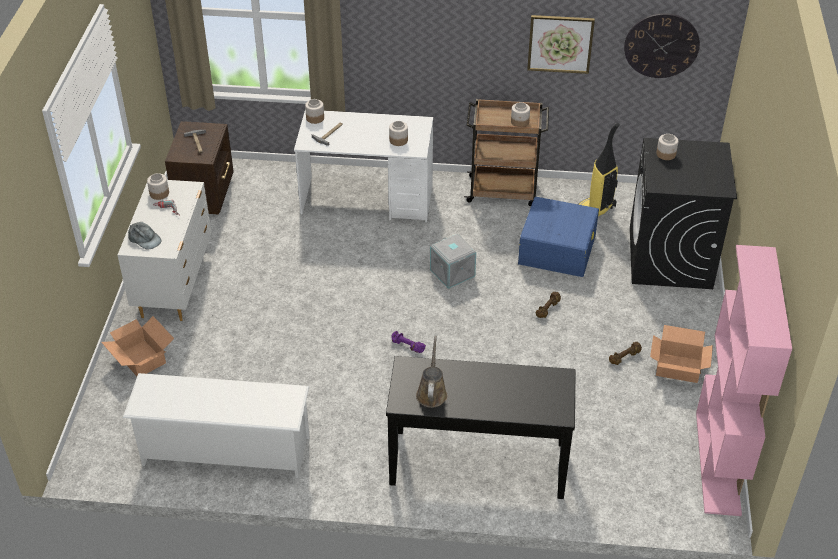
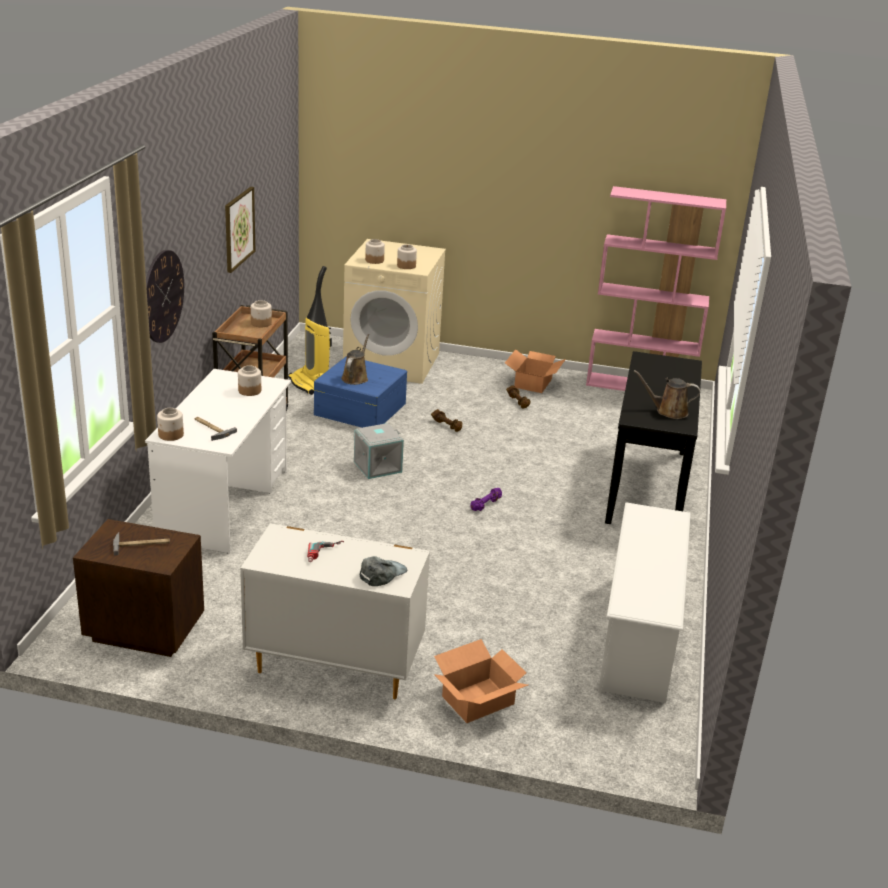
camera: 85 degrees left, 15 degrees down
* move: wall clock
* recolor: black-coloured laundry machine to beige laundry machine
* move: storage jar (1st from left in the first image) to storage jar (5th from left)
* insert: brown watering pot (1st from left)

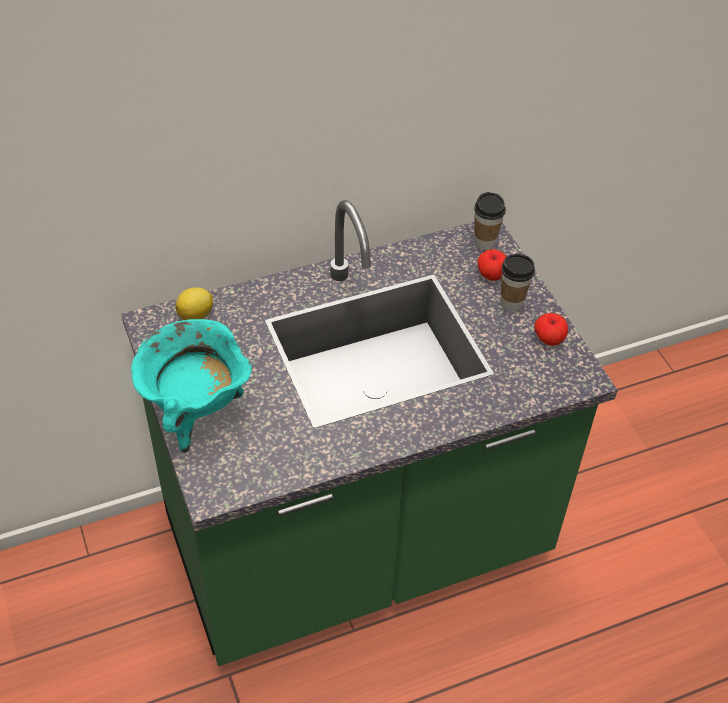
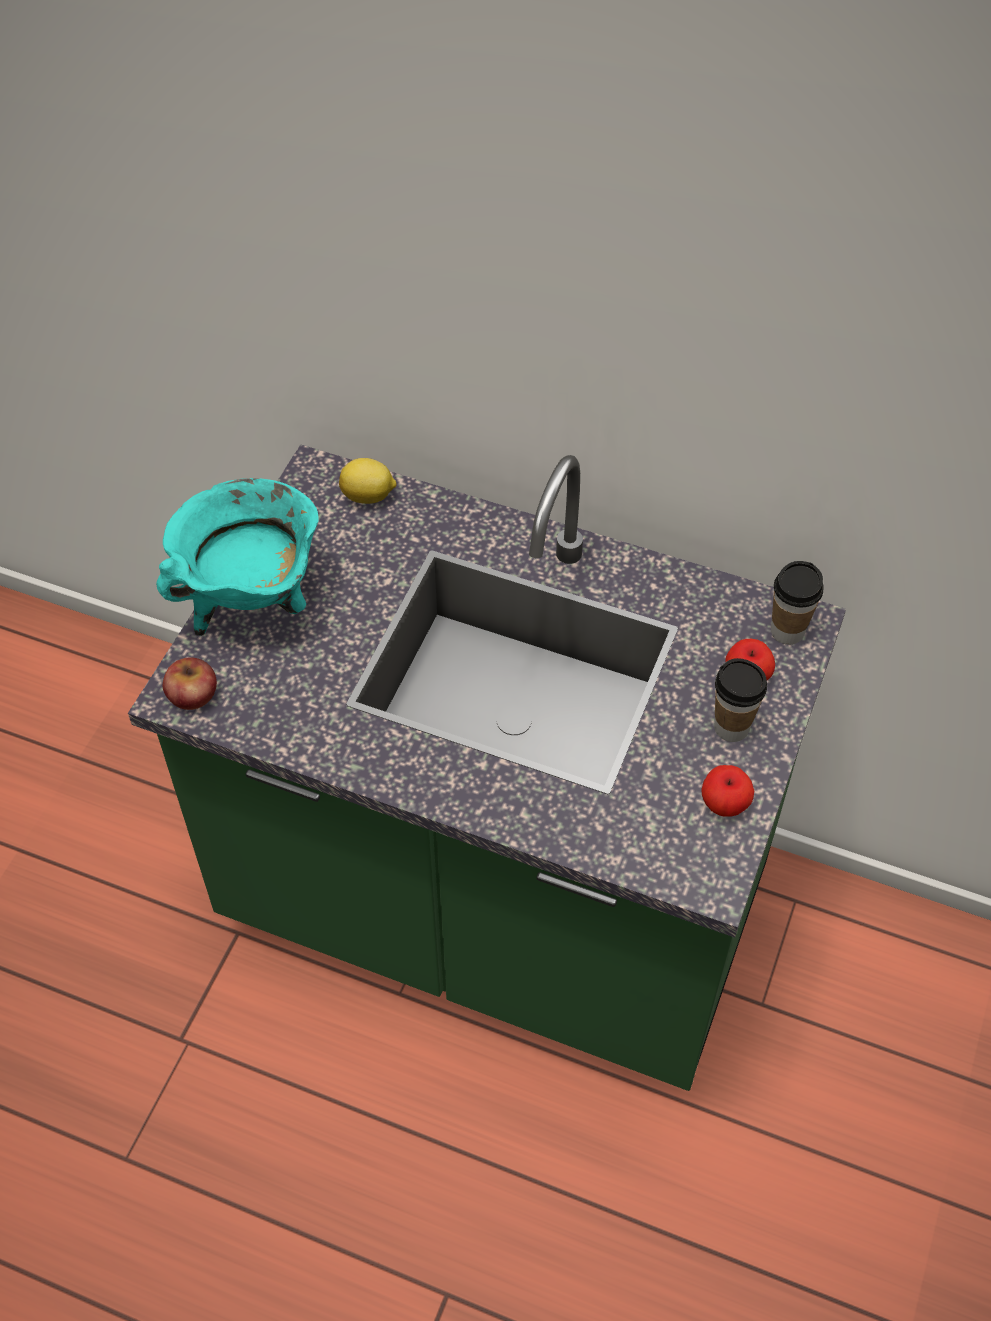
camera: 45 degrees right, 5 degrees up
* insert: apple (1st from left)

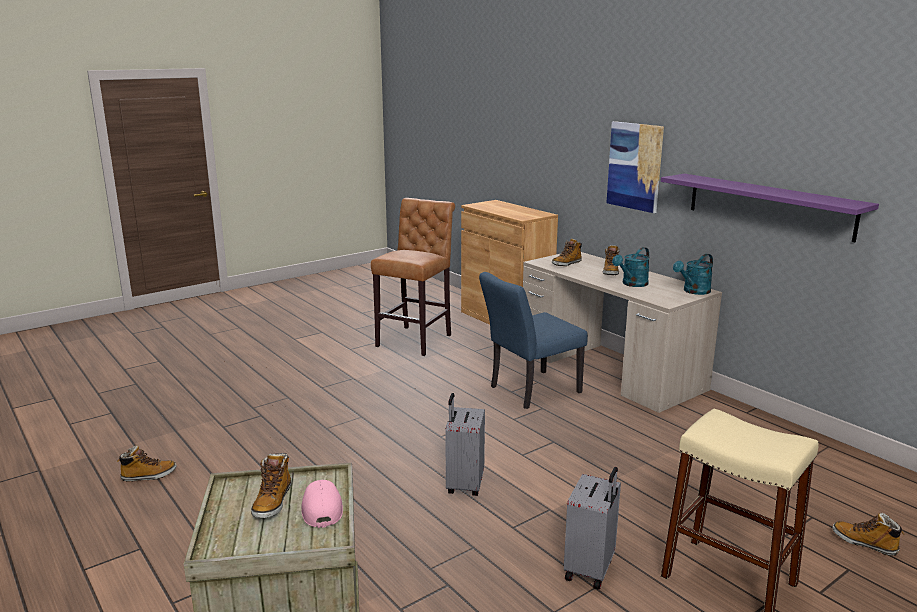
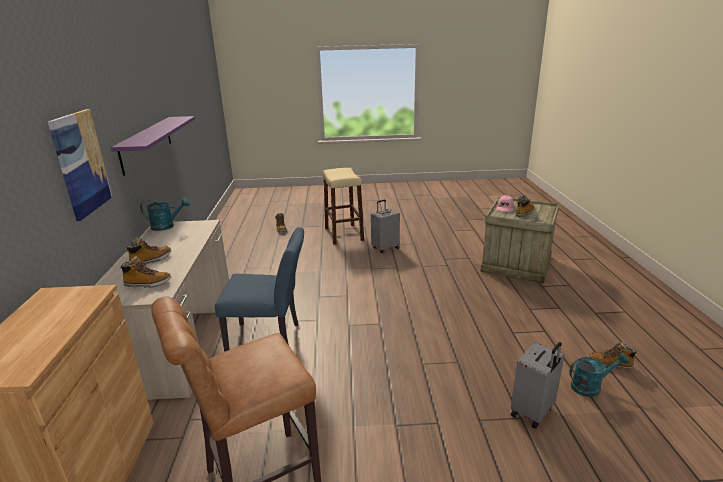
camera: 145 degrees left, 5 degrees up
* move: turquoise-coloured watering pot (1st from left in the first image) to turquoise-coloured watering pot (2nd from left)
* move: gray travel case (1st from left in the first image) to gray travel case (2nd from left)

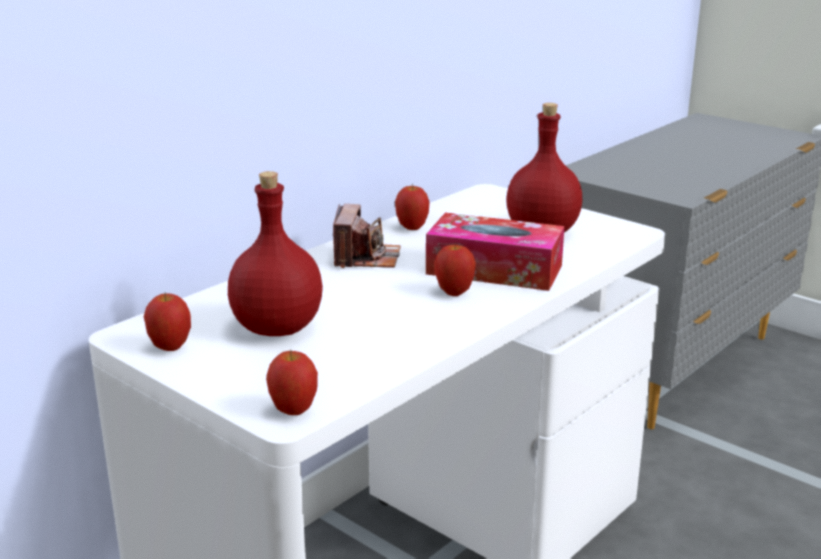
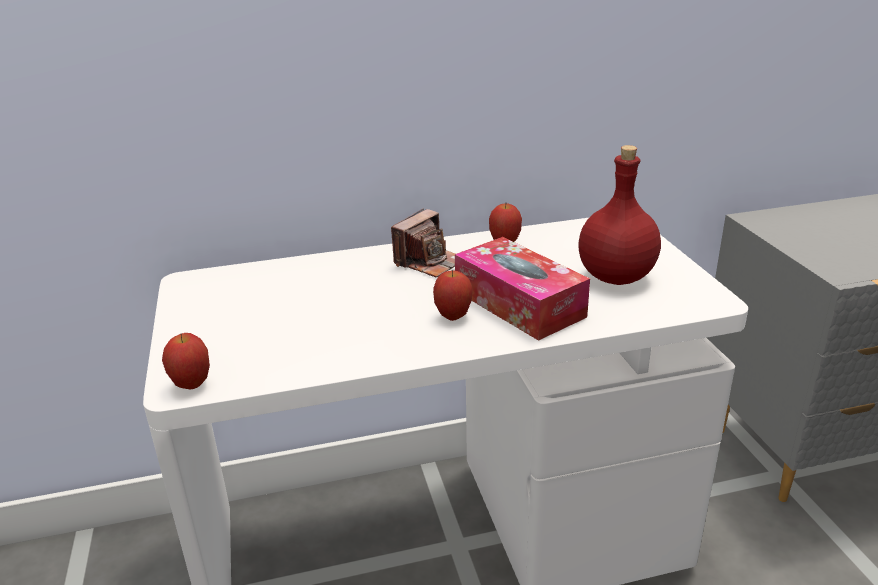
camera: 35 degrees right, 5 degrees up
* delete: red-coloured drink bottle (1st from left)
* delete: apple (1st from left)

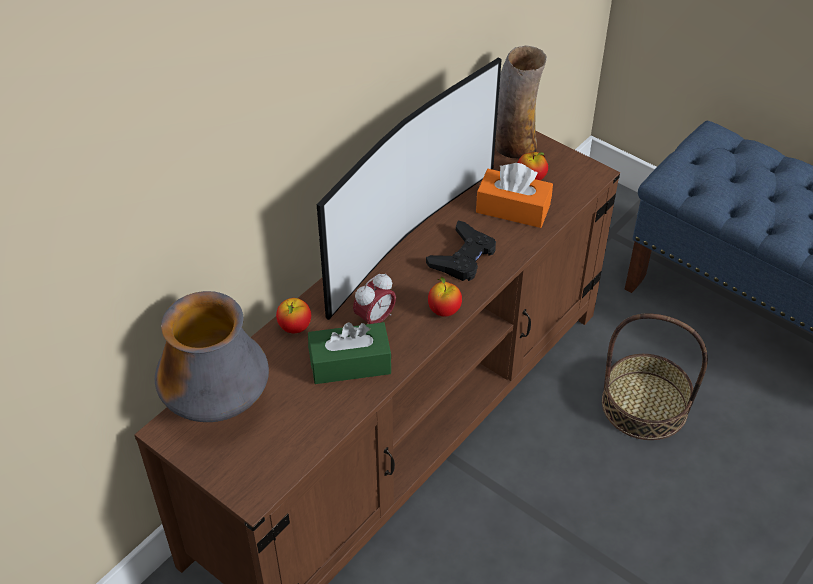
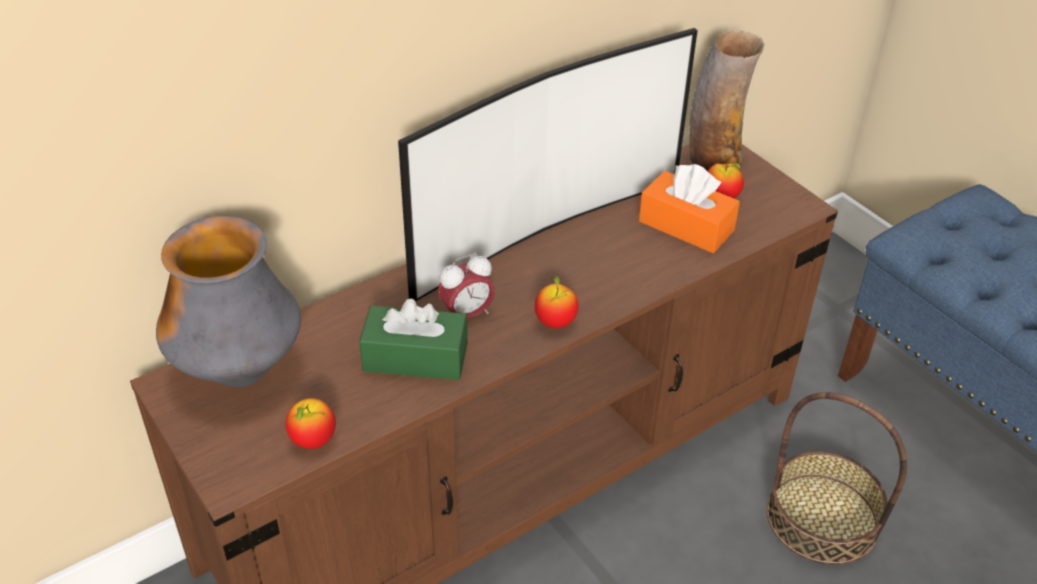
camera: 15 degrees right, 5 degrees down
* delete: black-coloured game controller
* move: apple (1st from left)

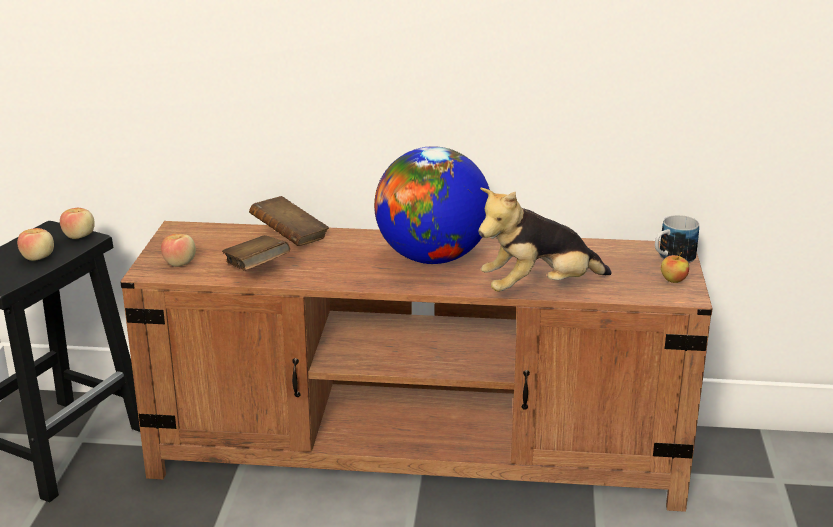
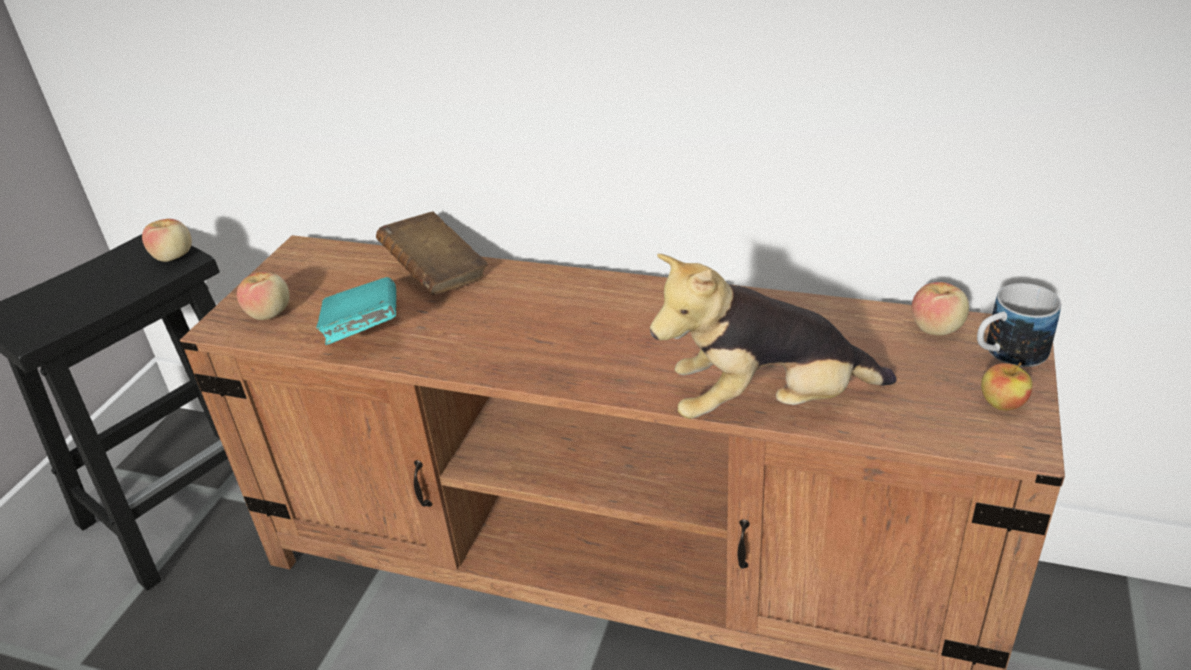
camera: 15 degrees right, 10 degrees up
* delete: world globe
* move: apple (1st from left in the first image) to apple (3rd from left)
* recolor: brown book (1st from left) to turquoise-coloured book

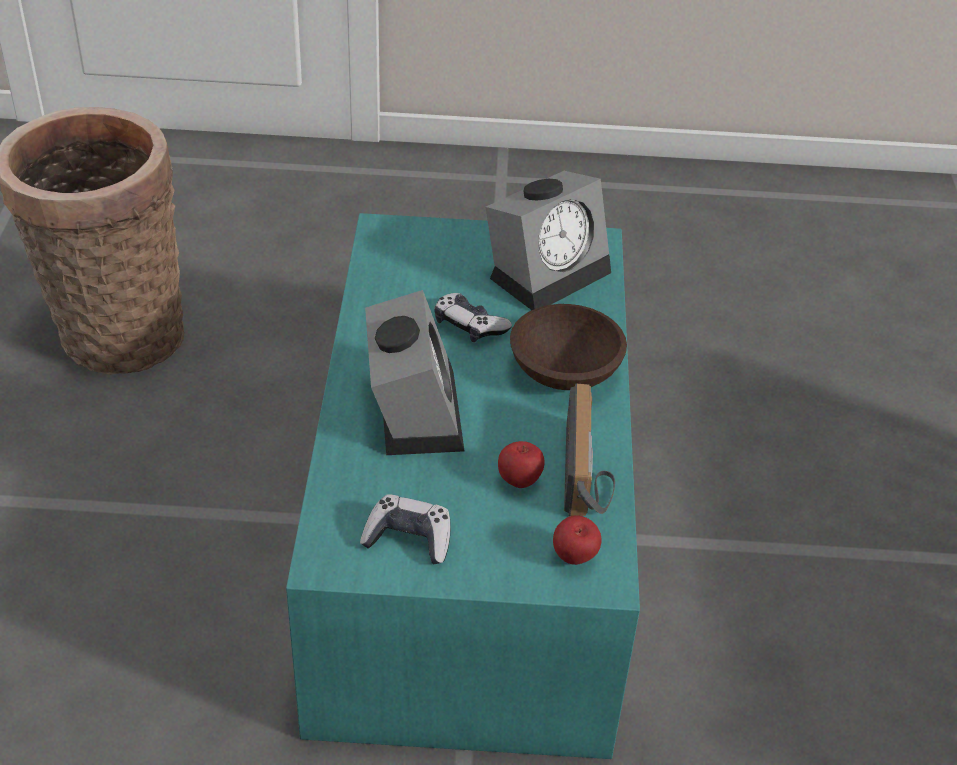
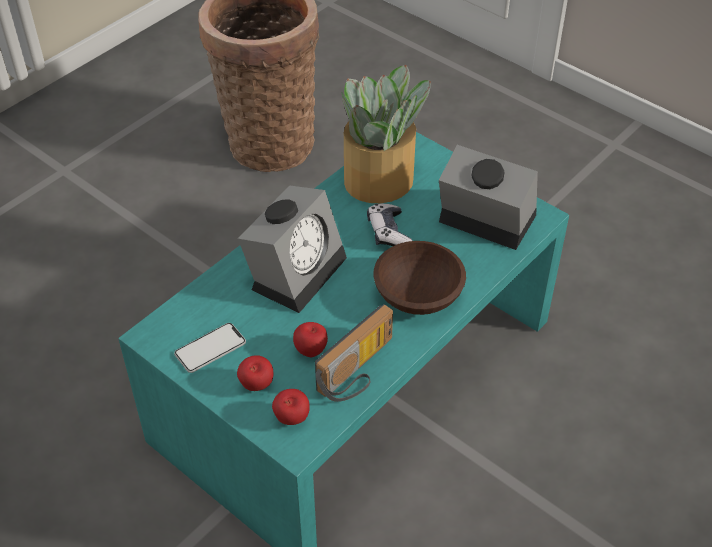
camera: 40 degrees right, 5 degrees up
* rotate: table clock (2nd from left) 150 degrees counterclockwise
* replace: game controller (1st from left) to handset
* insert: potted plant
* insert: apple (1st from left)

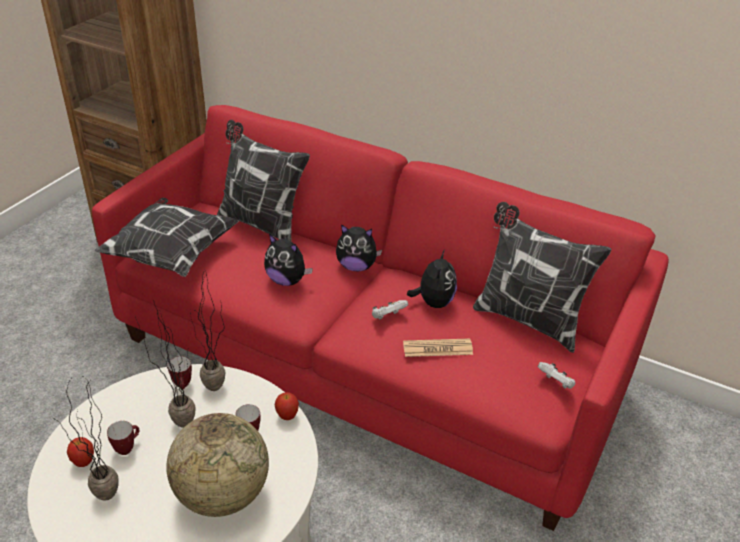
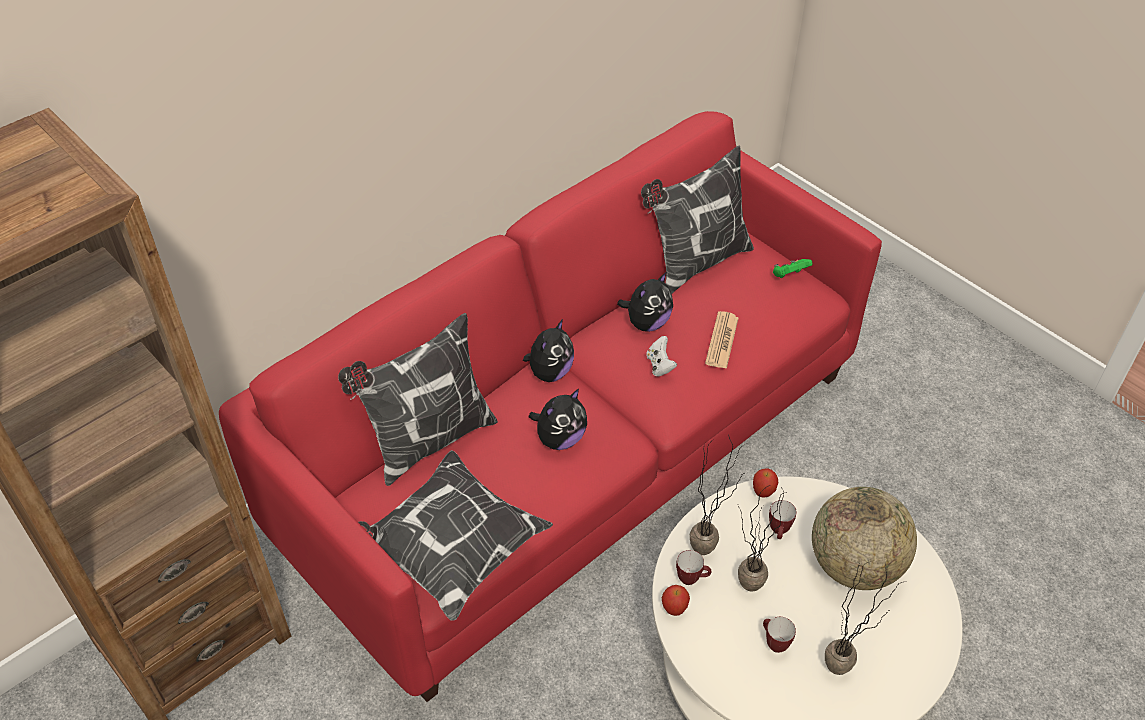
camera: 70 degrees left, 10 degrees up
* rotate: soft toy (3rd from left) 105 degrees clockwise
* recolor: whitish game controller (2nd from left) to greenish game controller
* move: apple (1st from left)

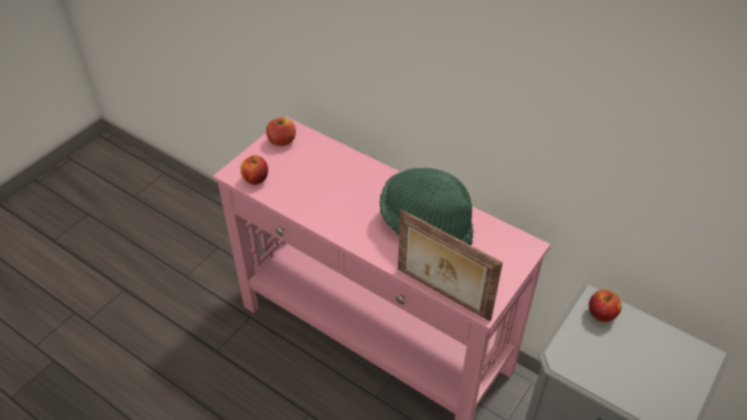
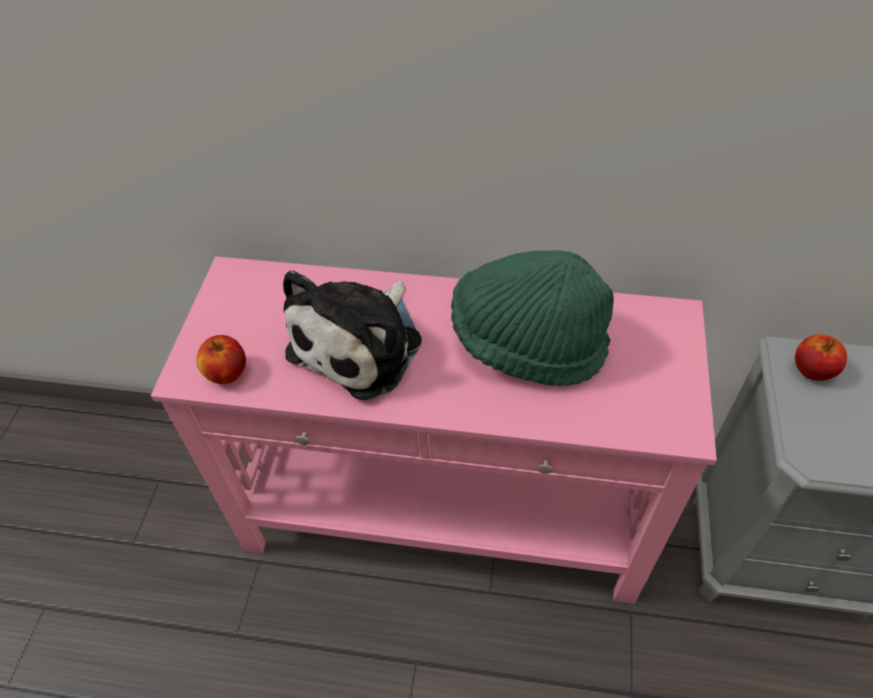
camera: 25 degrees left, 5 degrees up
* delete: apple (2nd from left)
* delete: standing frame
* insert: soft toy

